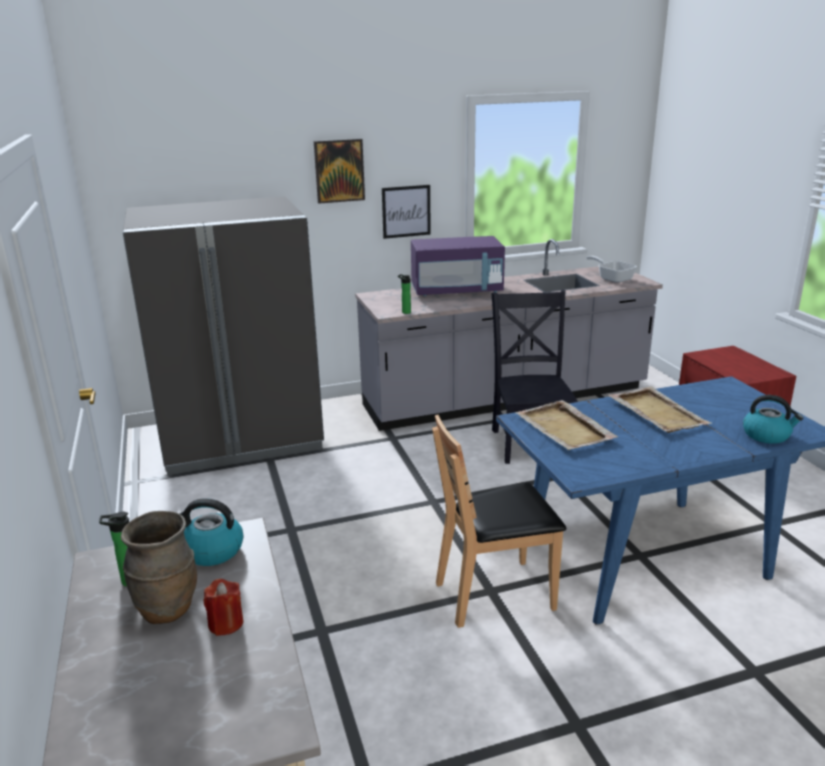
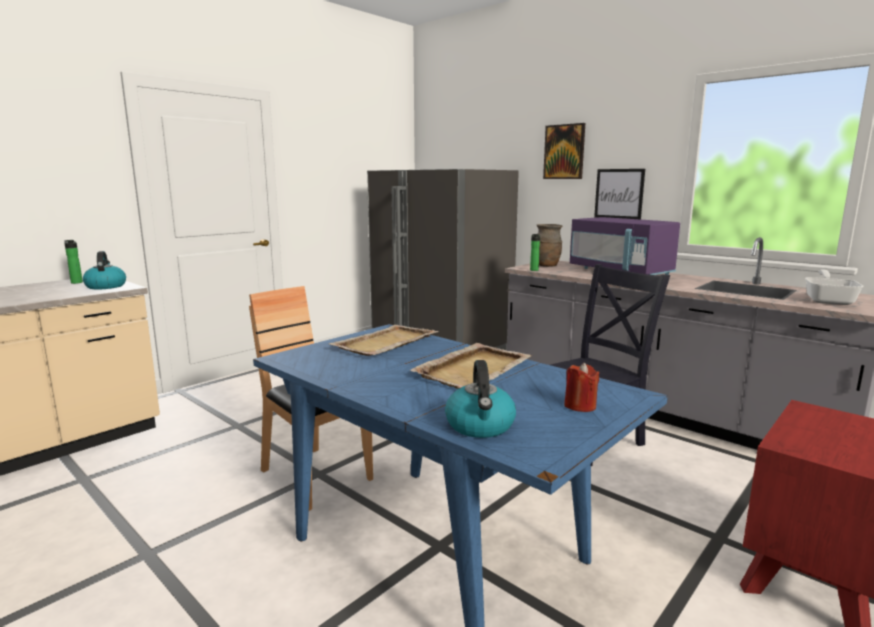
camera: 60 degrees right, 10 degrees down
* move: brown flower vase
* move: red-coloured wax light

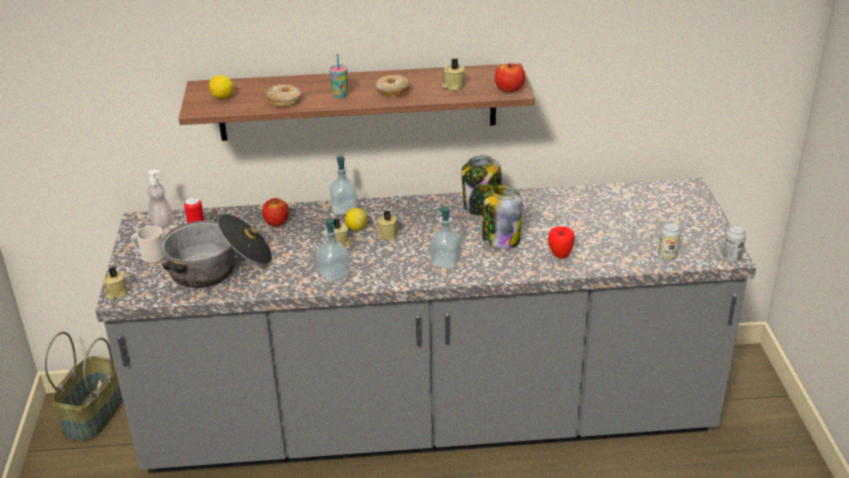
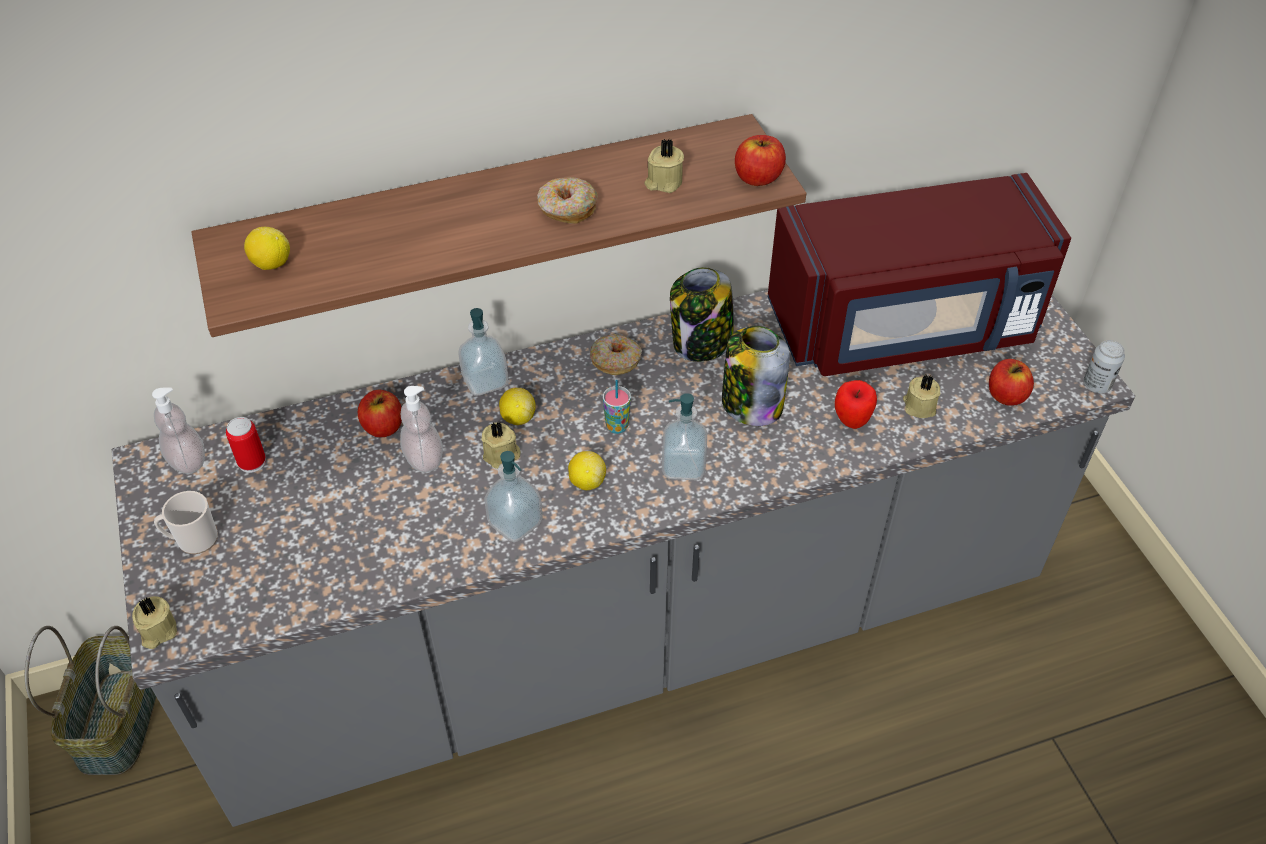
camera: 15 degrees left, 15 degrees up
* move: drinking cup
* move: donut (1st from left in the first image) to donut (2nd from left)
* move: beige wax light (3rd from left in the first image) to beige wax light (4th from left)
* delete: stockpot
* replace: metal can (2nd from left) to apple (4th from left)
* insert: red-coloured microwave
* insert: liquid soap bottle (2nd from left)
* insert: citrus fruit (3rd from left)

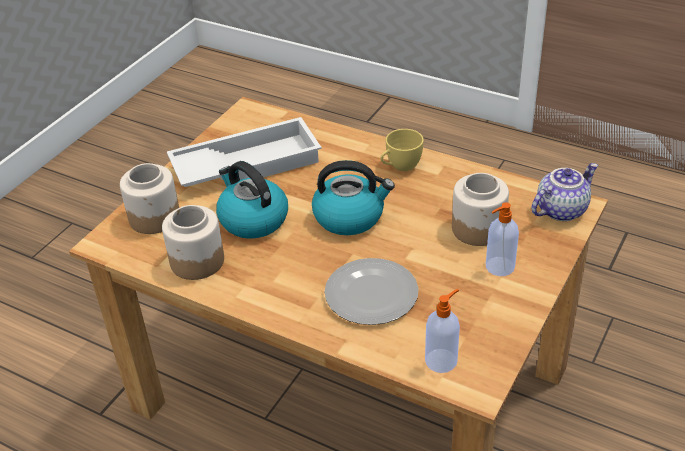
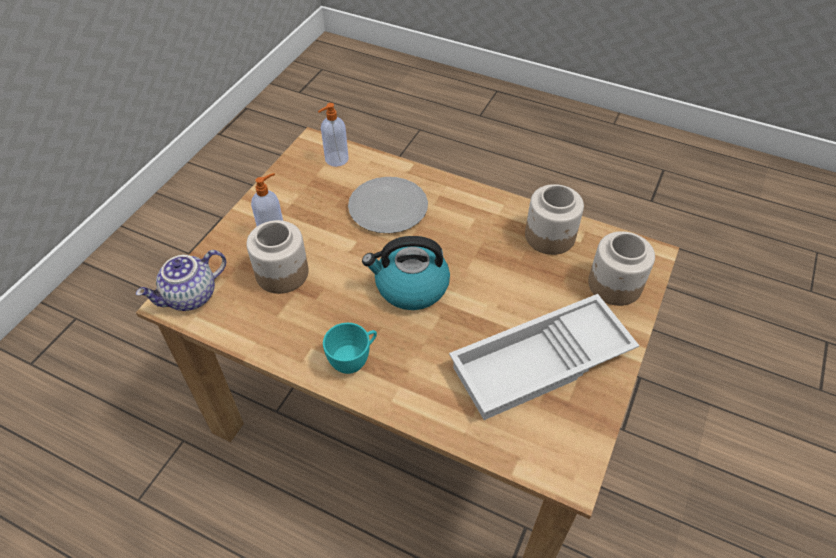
camera: 175 degrees right, 10 degrees up
* recolor: yellowish drinking cup to turquoise-coloured drinking cup
* delete: kettle (1st from left)

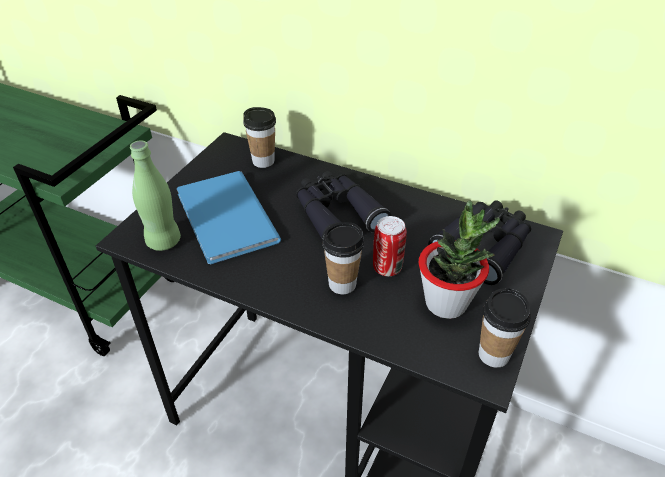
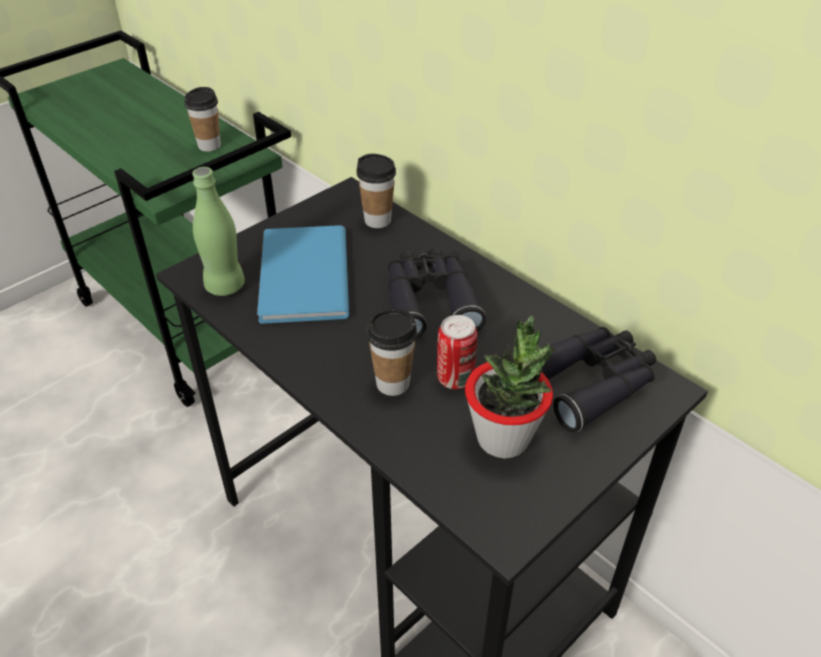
camera: 20 degrees right, 0 degrees up
* move: drinking cup (3rd from left in the first image) to drinking cup (1st from left)

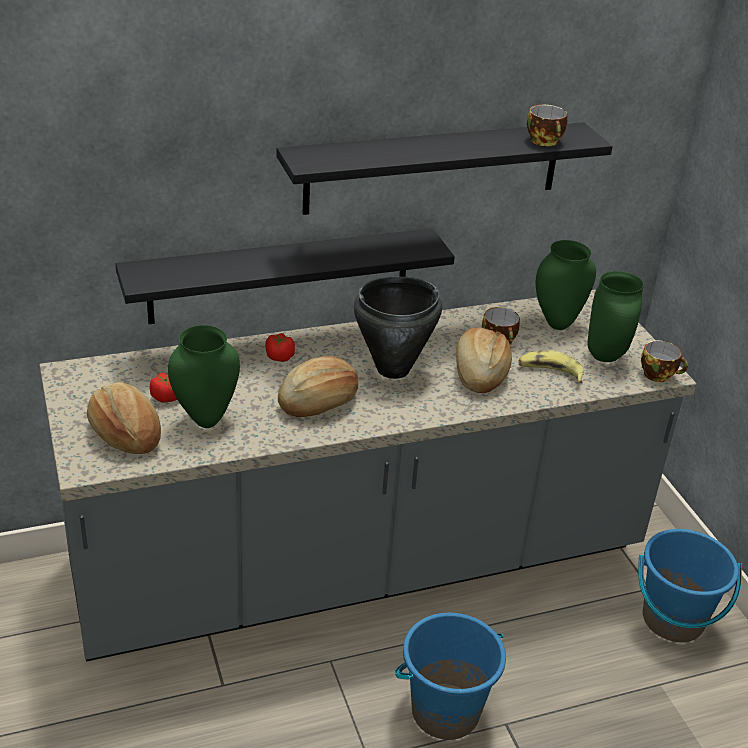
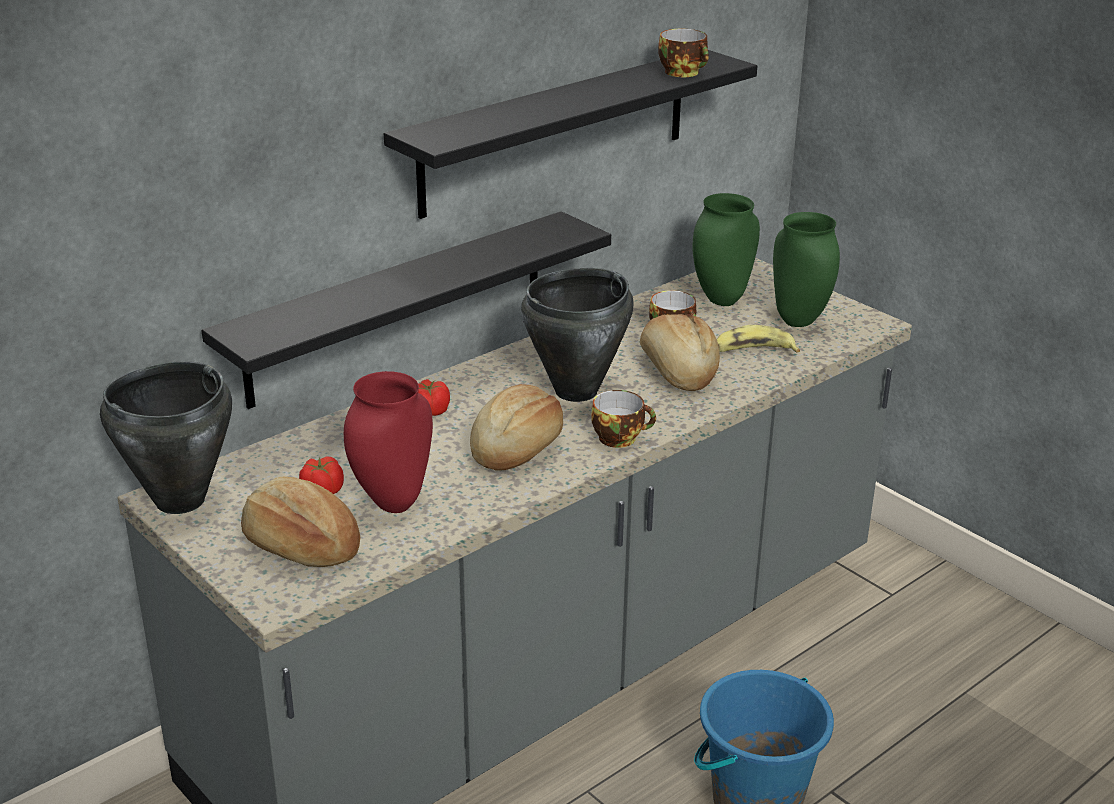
camera: 20 degrees left, 5 degrees down
* recolor: greenish flower vase (1st from left) to red-coloured flower vase
* move: drinking cup (3rd from left in the first image) to drinking cup (1st from left)
* delete: blue-coloured pail (2nd from left)
* insert: black-coloured stockpot (1st from left)

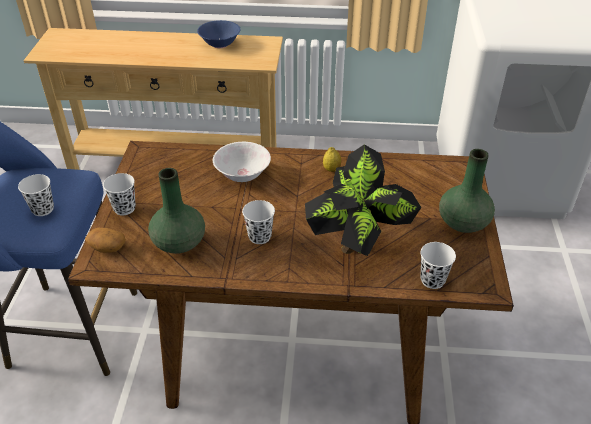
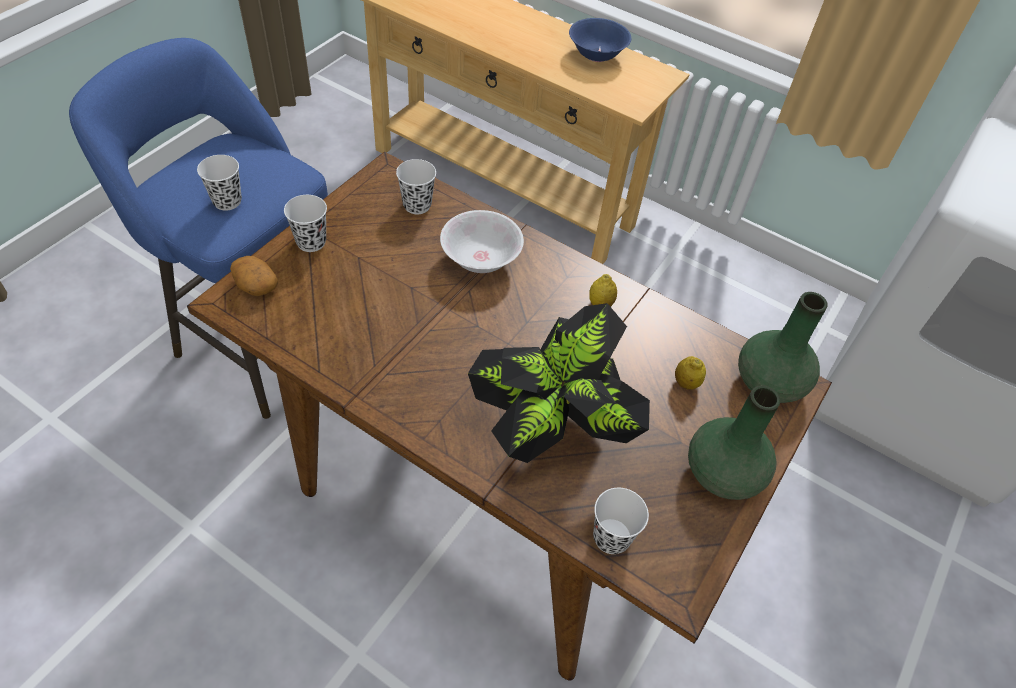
camera: 25 degrees right, 10 degrees up
* move: greenish flower vase (1st from left in the first image) to greenish flower vase (2nd from left)
* move: whitish drinking cup (3rd from left)
* insert: citrus fruit (2nd from left)

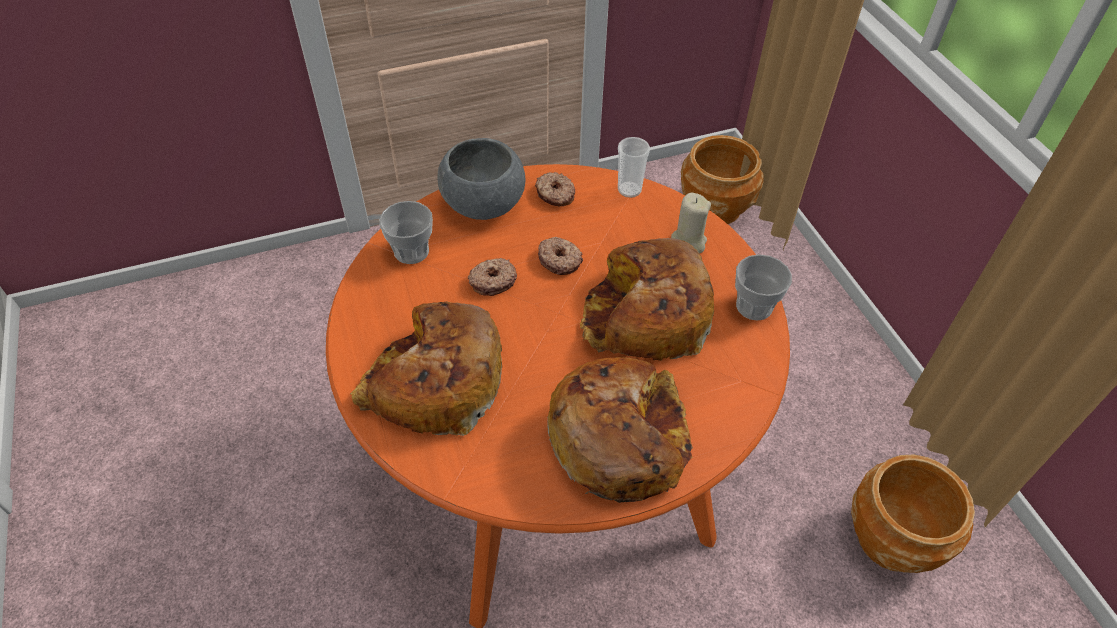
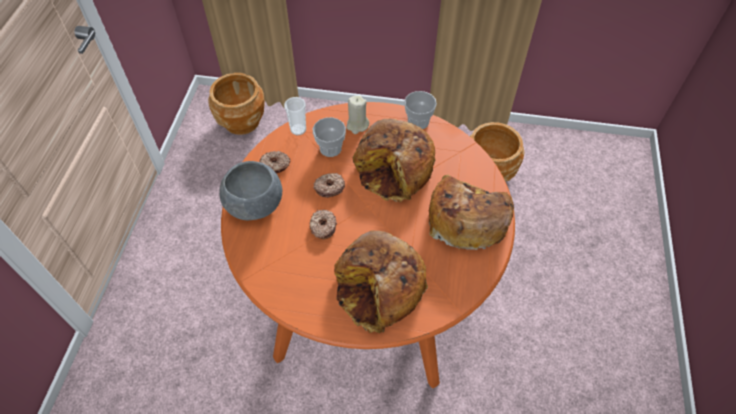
camera: 60 degrees left, 5 degrees up
* move: drinking cup (1st from left in the first image) to drinking cup (2nd from left)

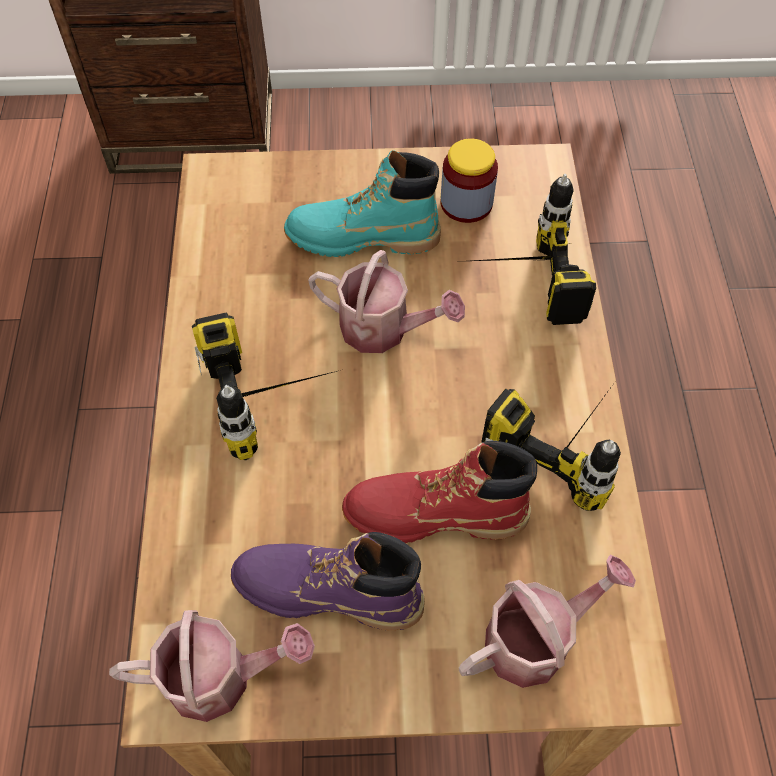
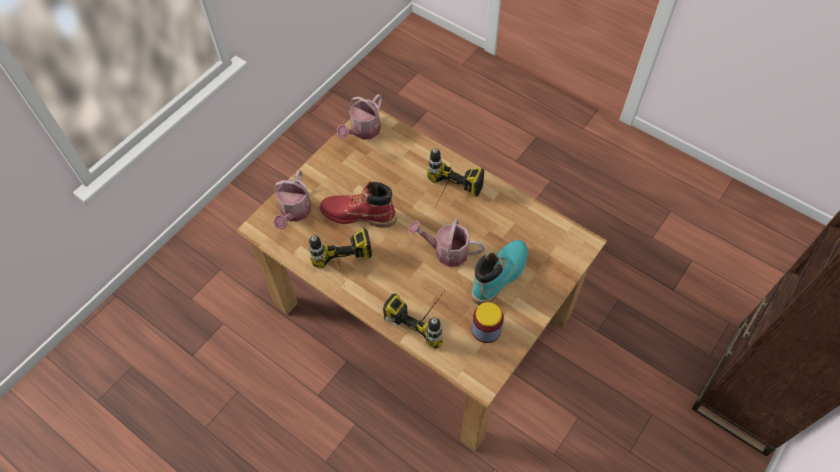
camera: 130 degrees right, 0 degrees up
* rotate: watering pot (2nd from left in the first image) 45 degrees clockwise
* rotate: red-coloured tall boot 120 degrees counterclockwise
* delete: purple tall boot

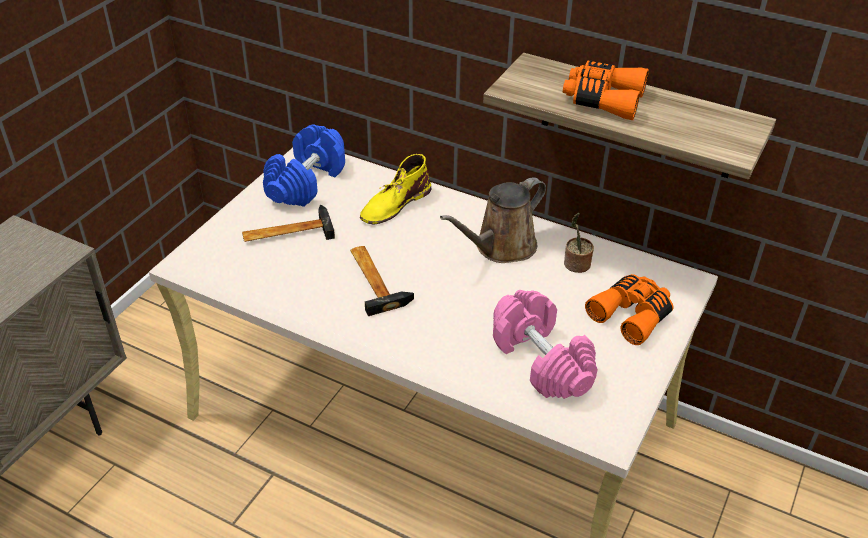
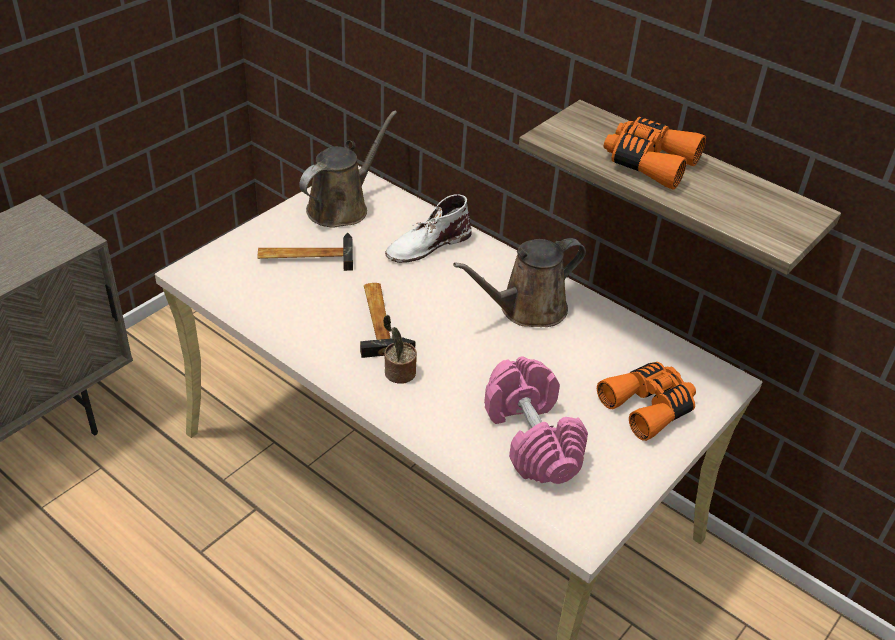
camera: 10 degrees right, 0 degrees up
* replace: blue-coloured dumbbell to brown watering pot (1st from left)
* recolor: yellowish tall boot to whitish tall boot
* move: potted plant

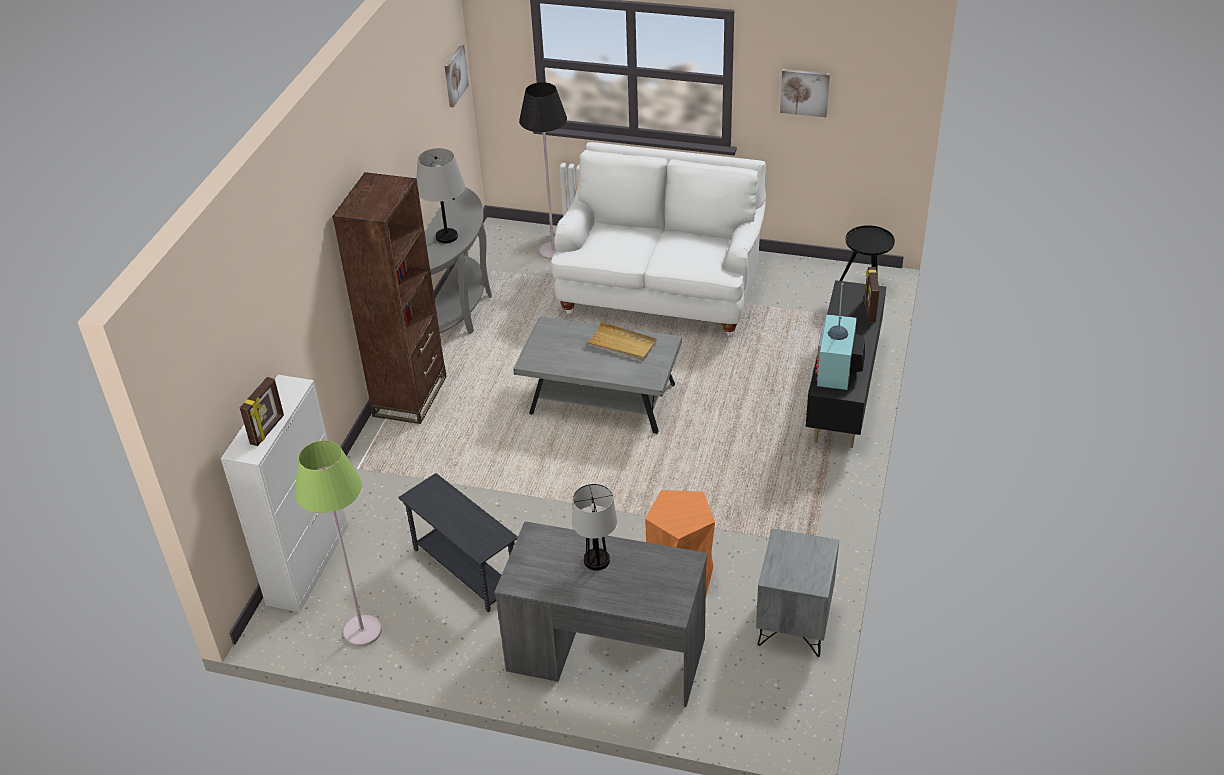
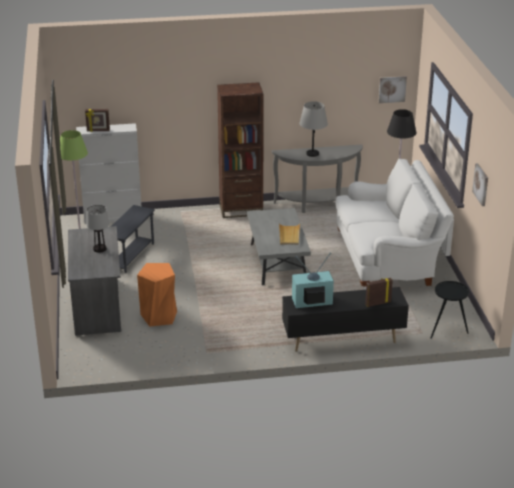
camera: 65 degrees right, 10 degrees down
* delete: gray nightstand

